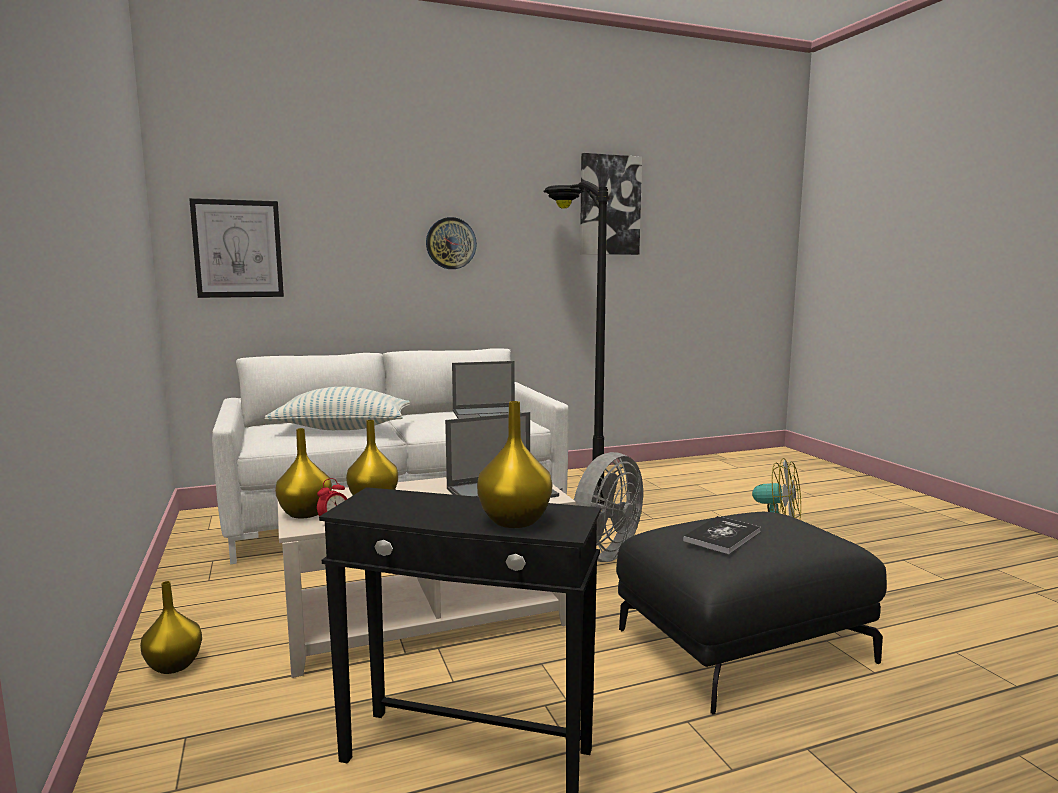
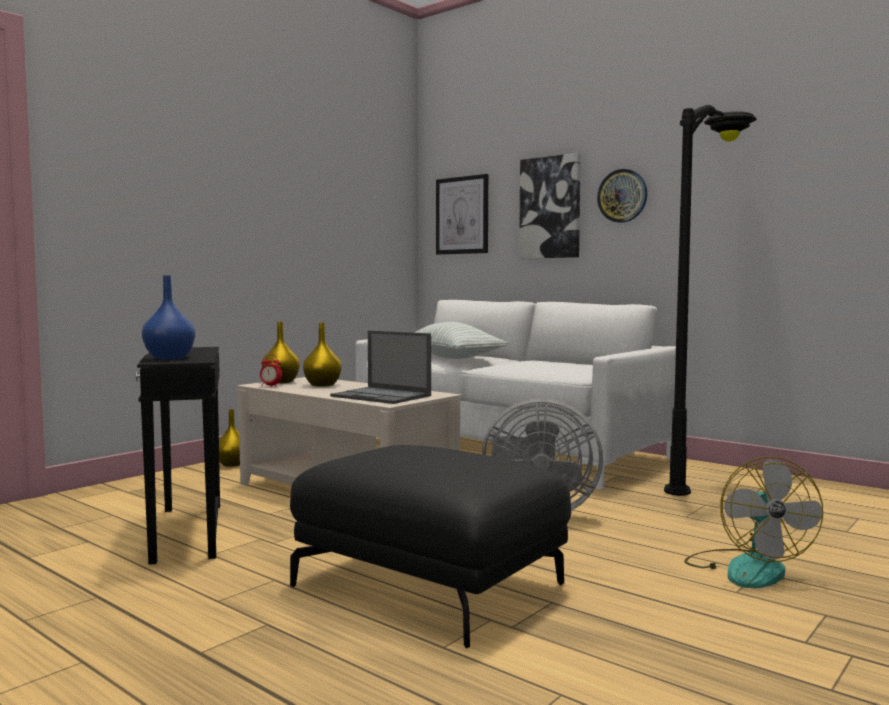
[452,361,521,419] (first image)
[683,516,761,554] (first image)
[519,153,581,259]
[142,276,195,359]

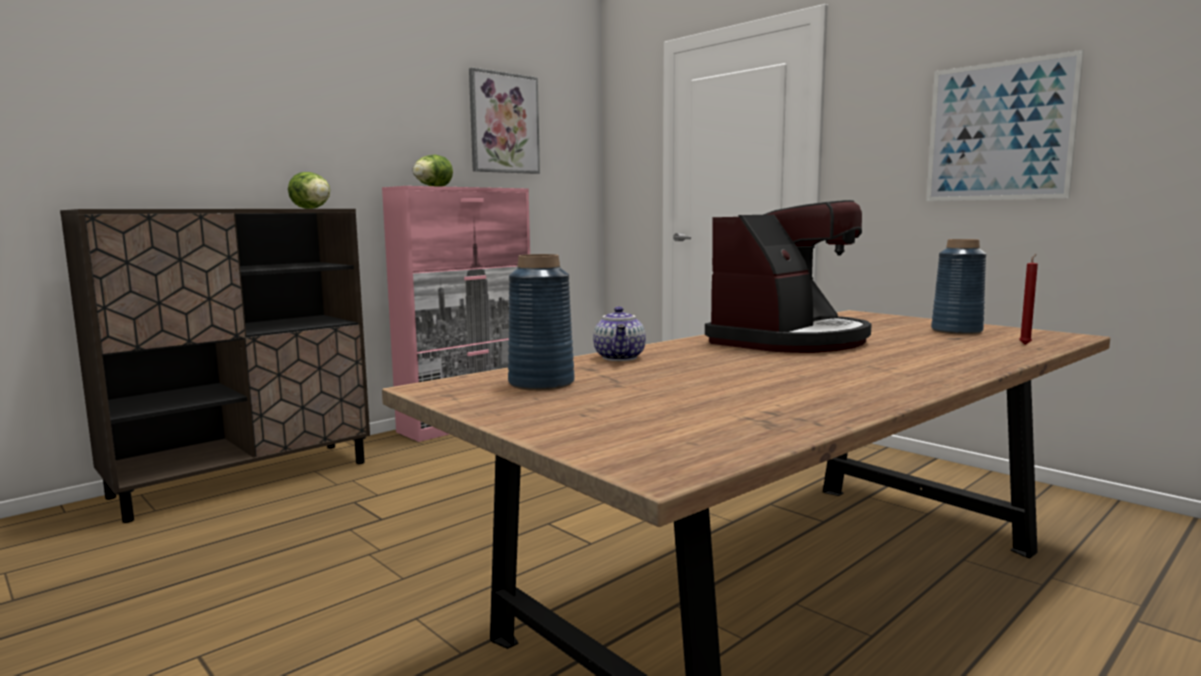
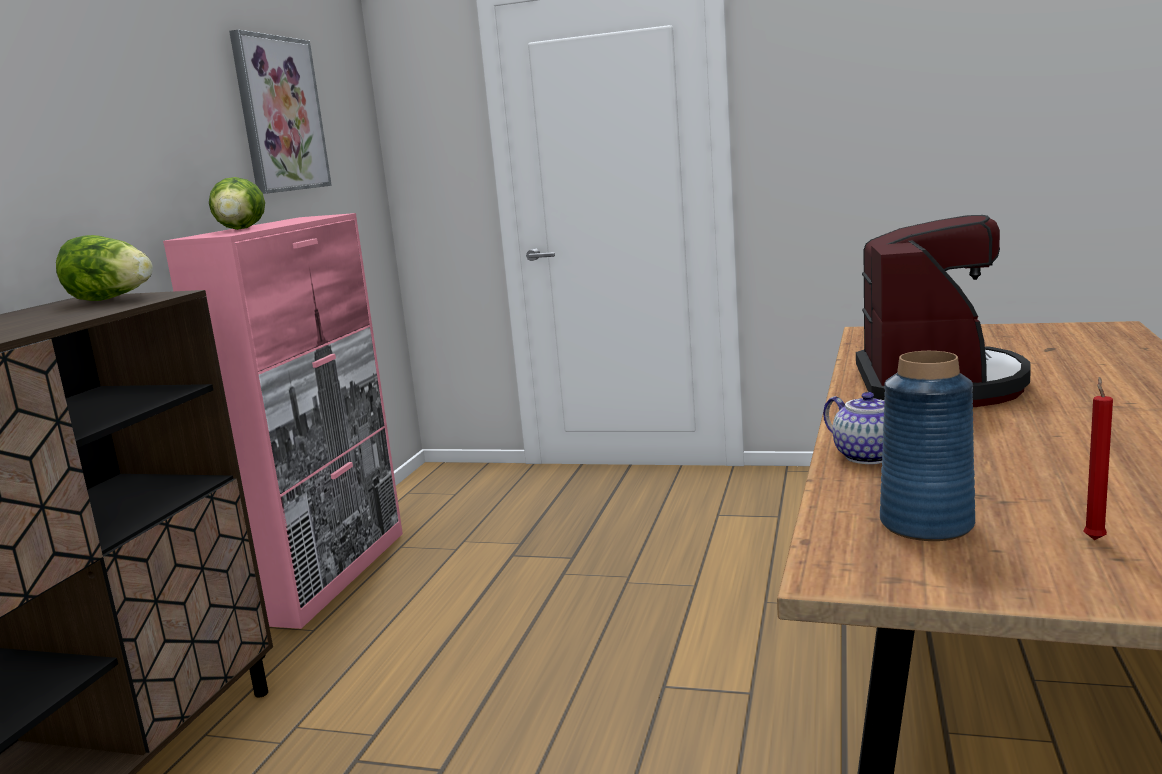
[926,50,1084,201] (first image)
[931,239,986,335] (first image)
[1084,377,1113,540]

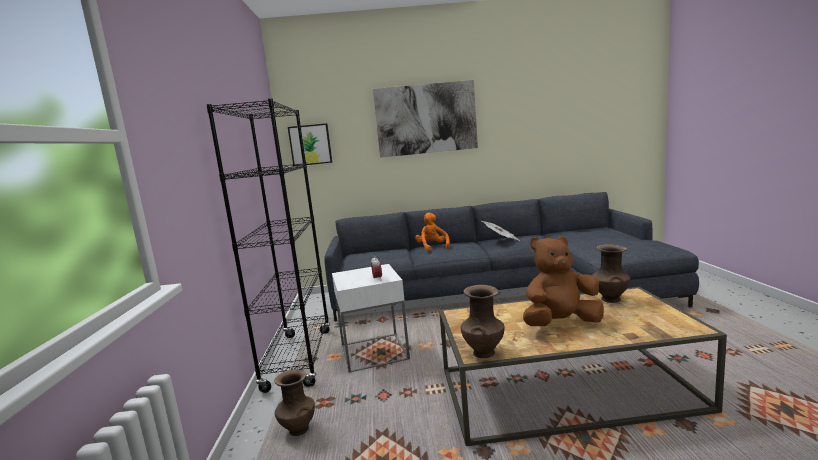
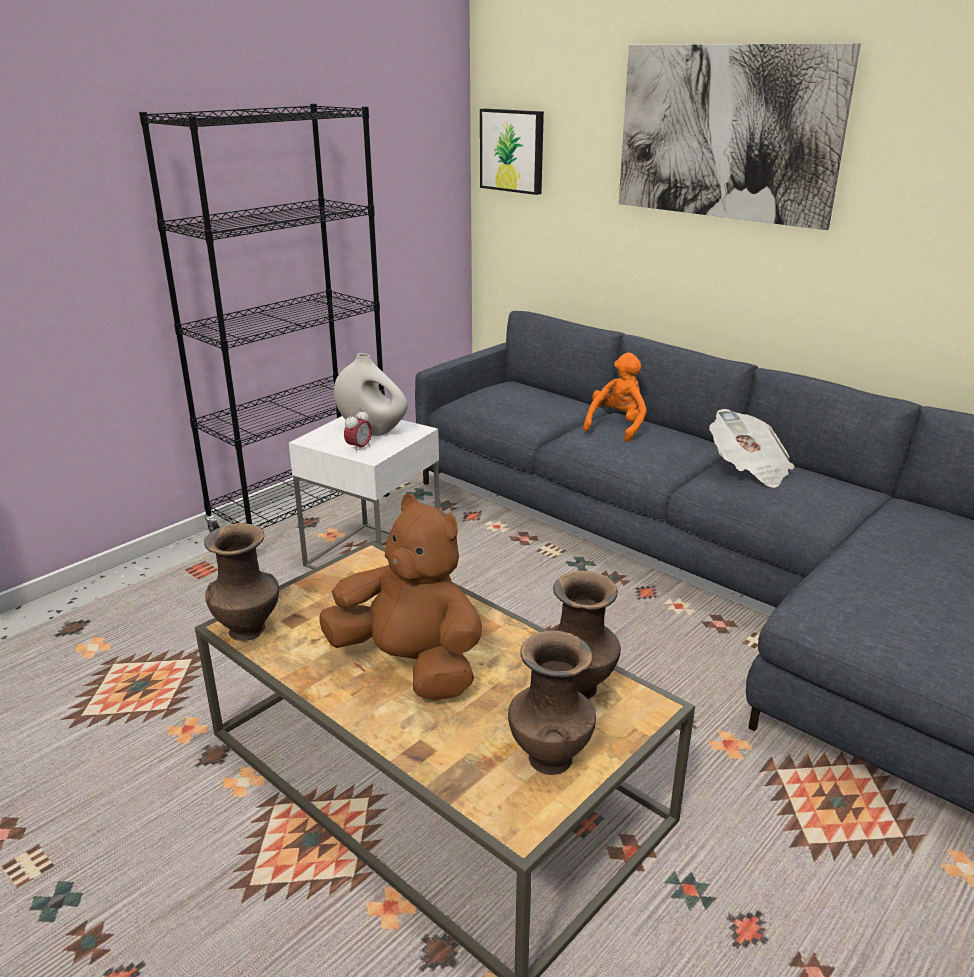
[334,353,408,436]
[508,630,596,775]

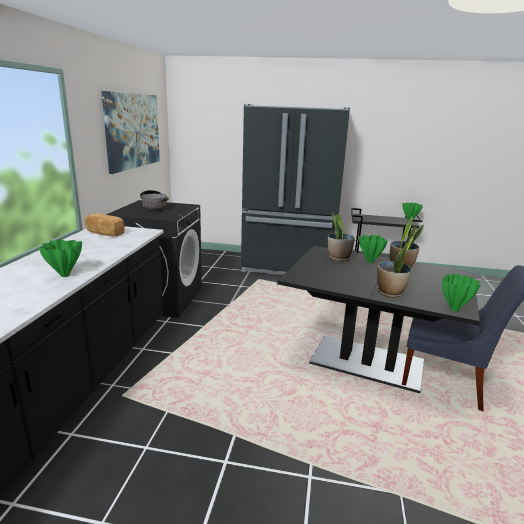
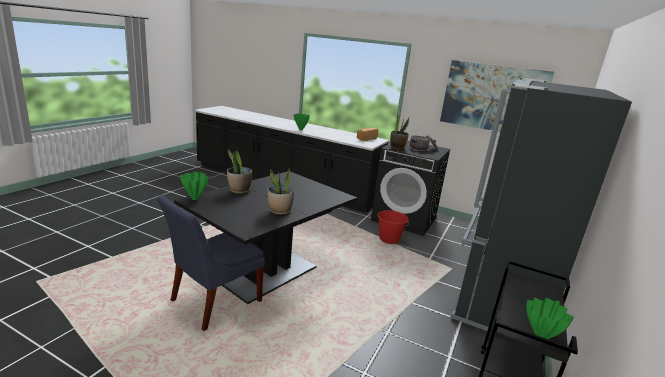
[359,235,388,263] (first image)
[377,210,409,244]
[390,114,409,150]

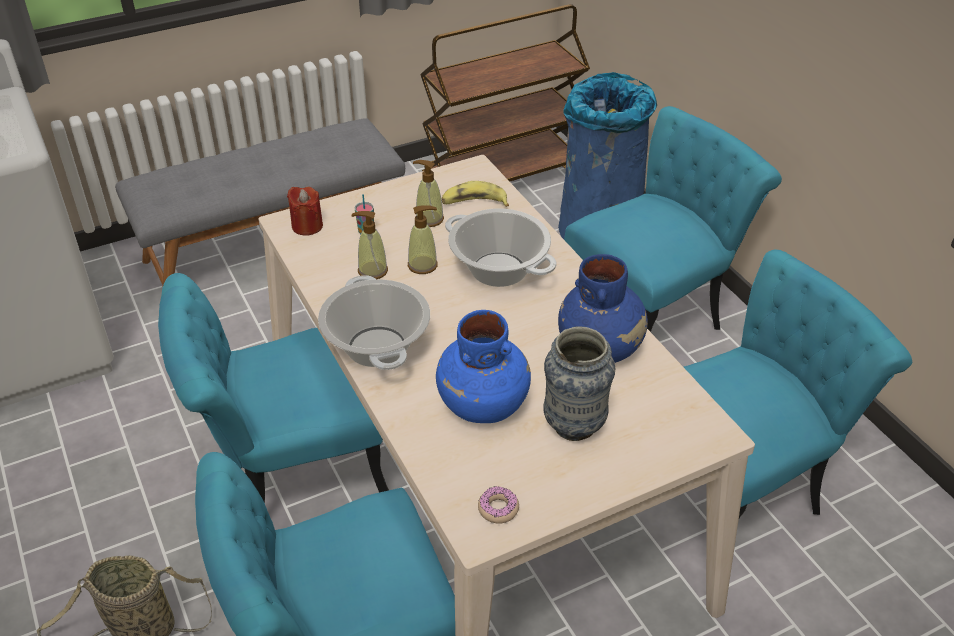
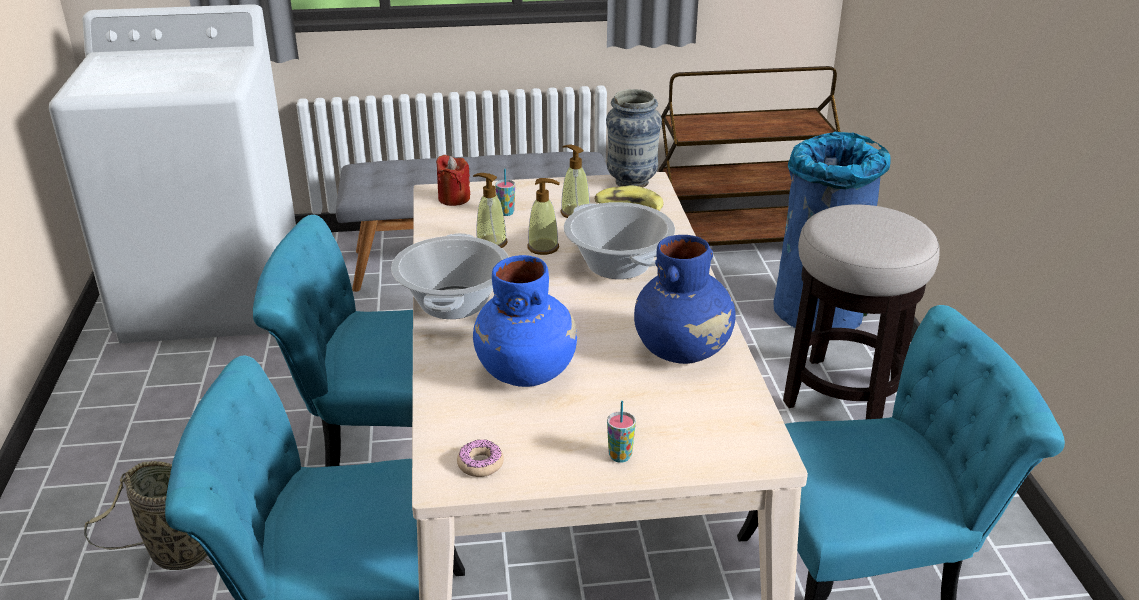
[607,401,636,463]
[606,89,662,187]
[783,205,939,419]

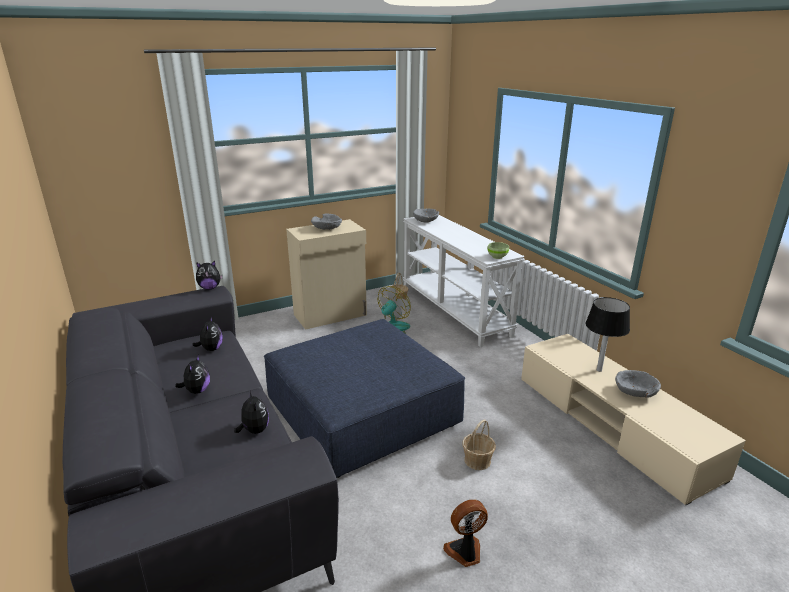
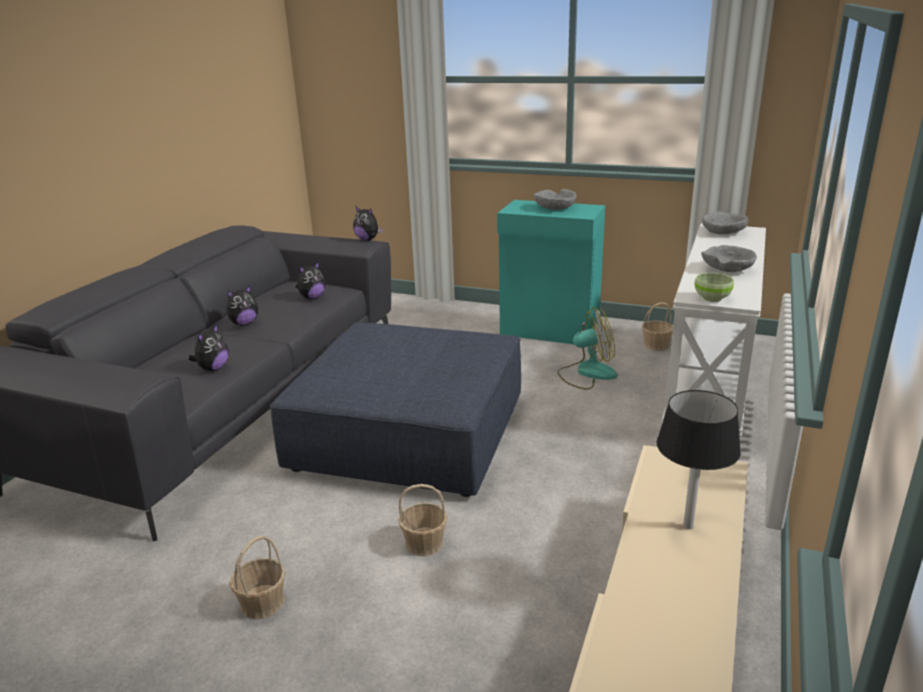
[701,245,757,272]
[230,536,285,619]
[497,200,605,345]

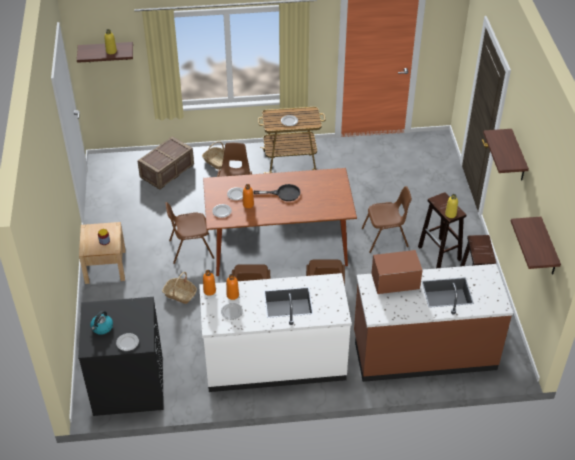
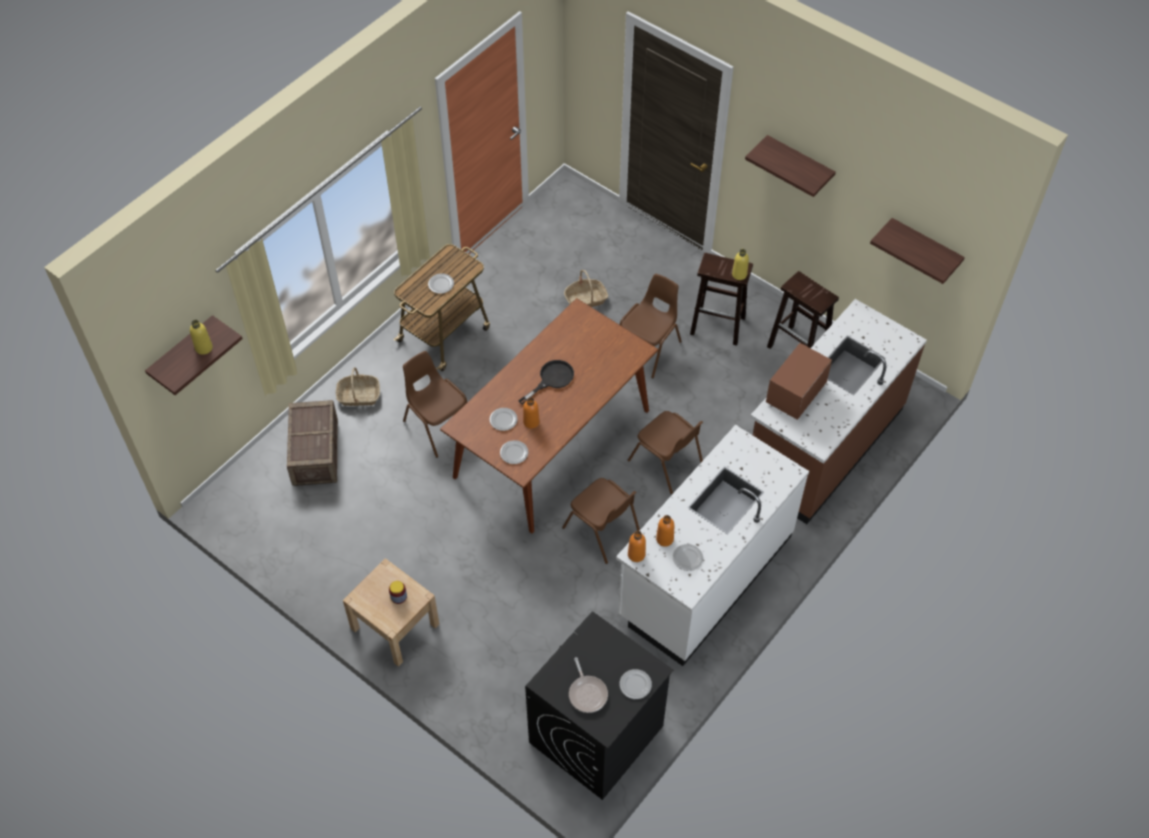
[165,202,214,264] (first image)
[564,270,608,307]
[569,657,608,713]

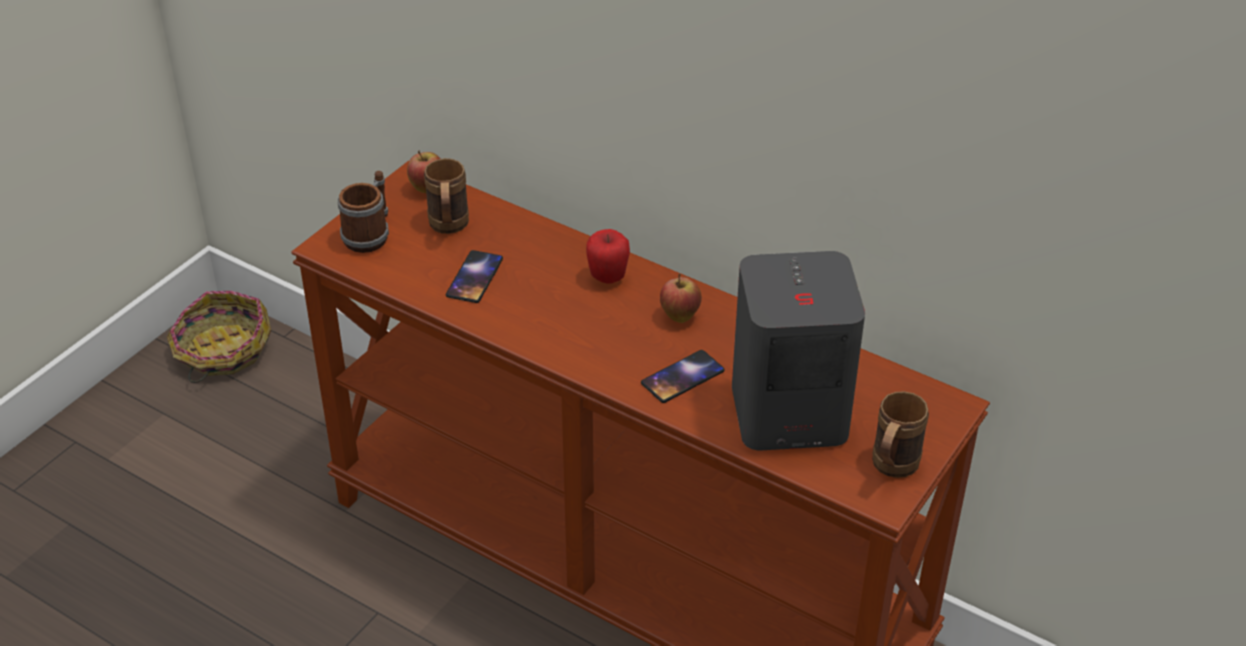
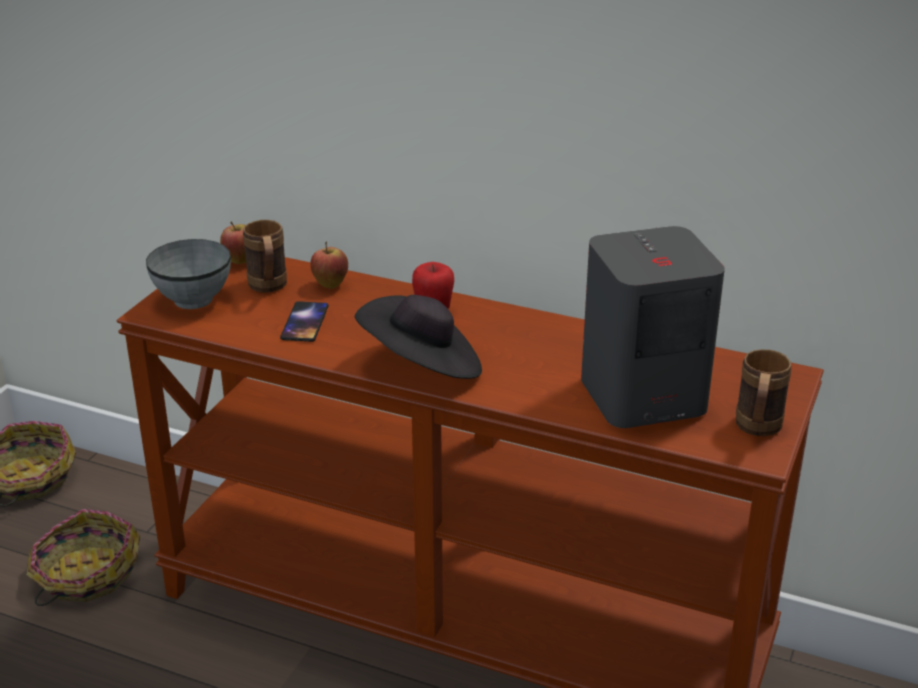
[641,350,725,403] (first image)
[26,509,140,606]
[355,295,482,379]
[310,241,348,289]
[146,239,231,309]

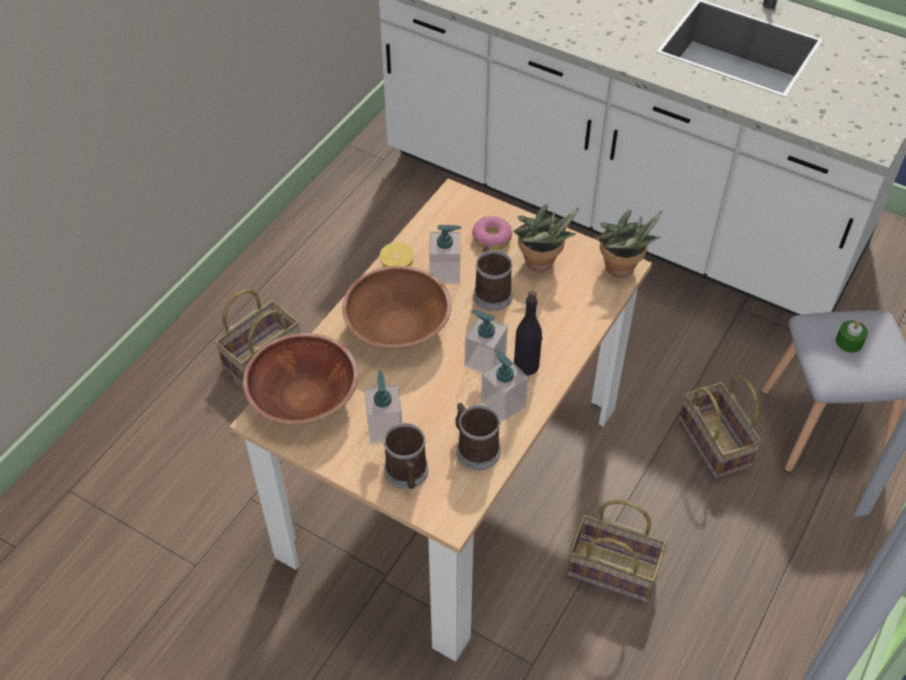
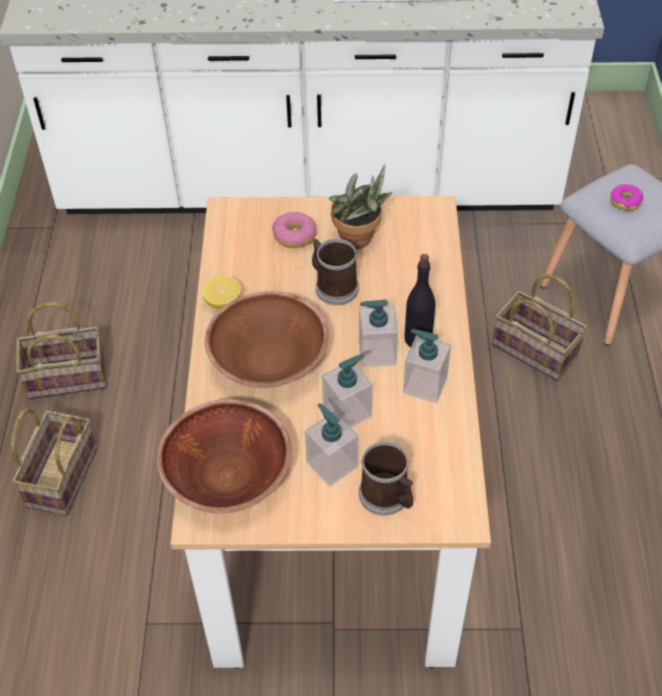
[455,403,501,470] (first image)
[597,209,662,278] (first image)
[322,354,373,427]
[16,302,107,399]
[610,184,643,211]

